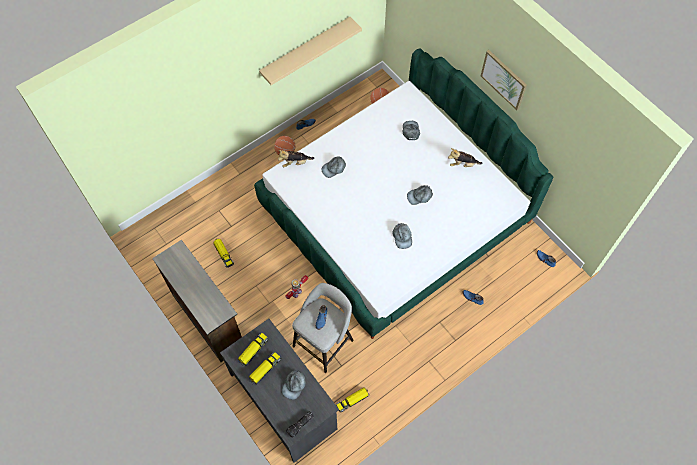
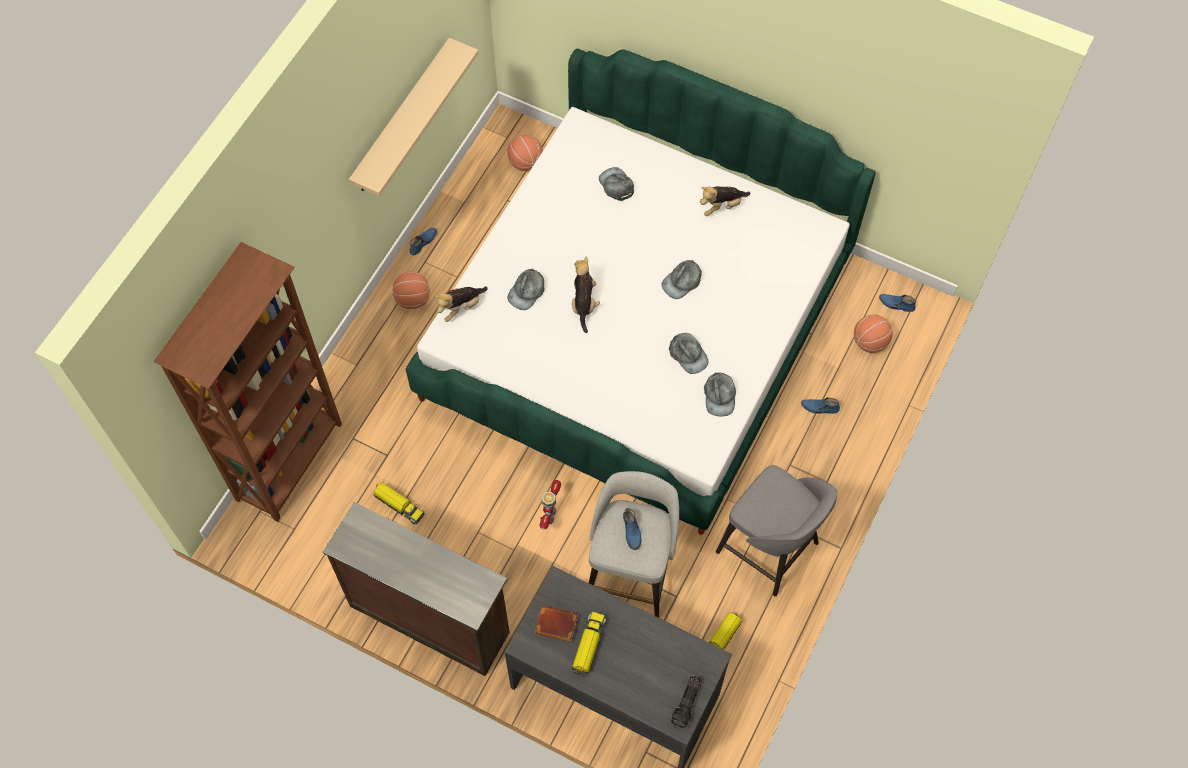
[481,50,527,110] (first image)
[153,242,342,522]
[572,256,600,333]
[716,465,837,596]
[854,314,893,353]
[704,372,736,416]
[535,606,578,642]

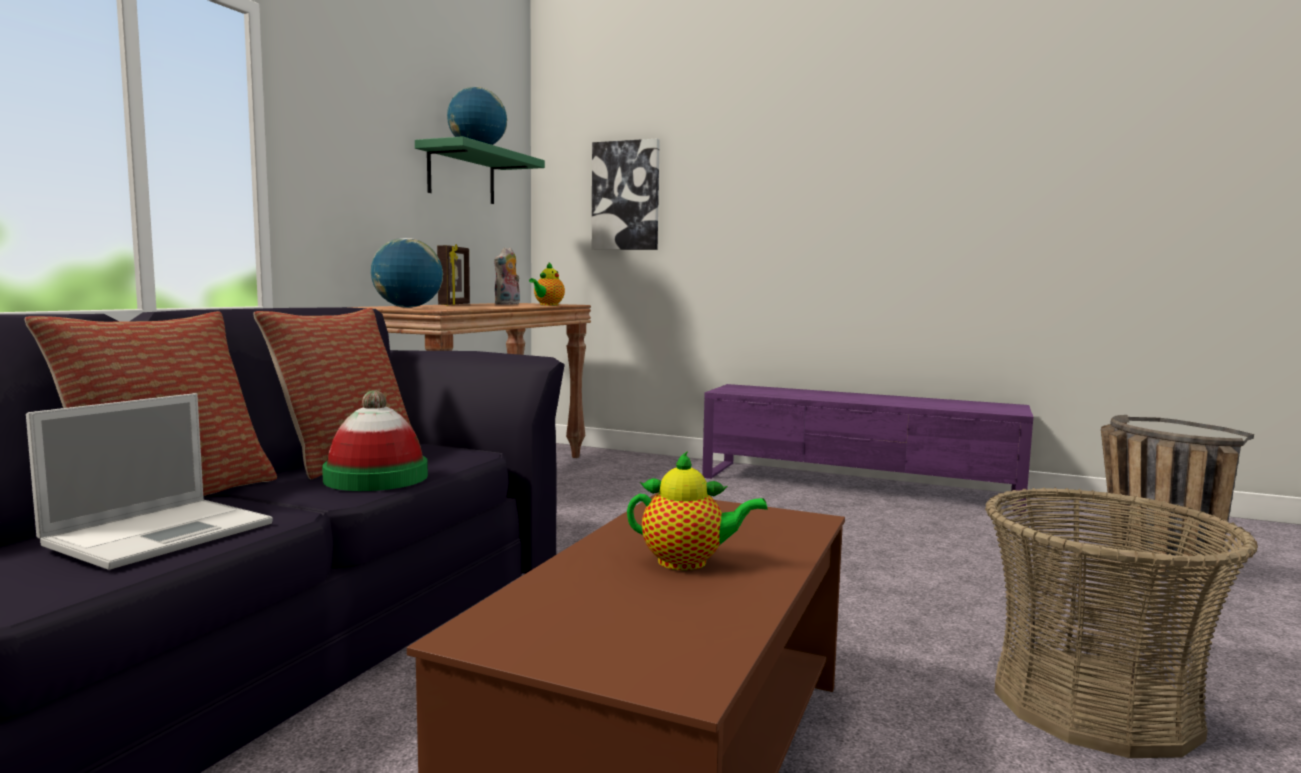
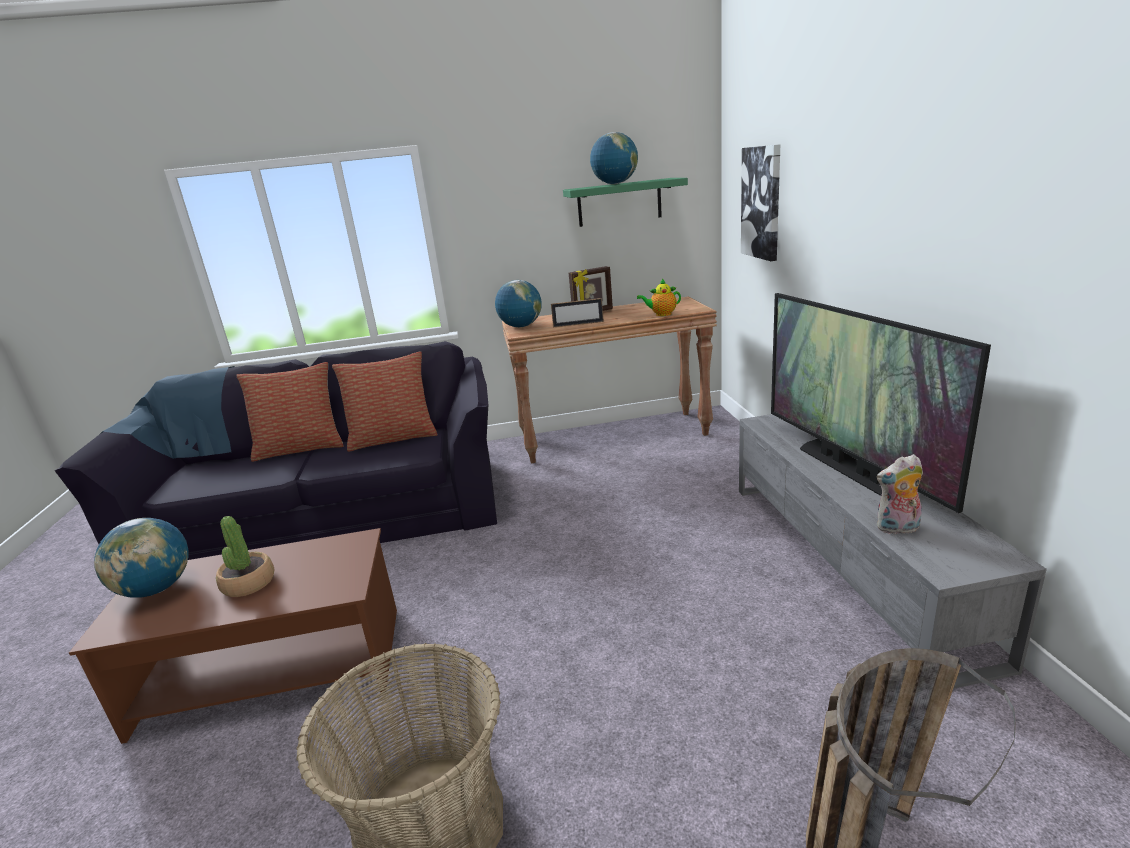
[26,393,273,570] (first image)
[322,390,428,491] (first image)
[94,518,188,598]
[551,298,604,328]
[771,293,991,513]
[877,454,923,535]
[216,516,274,597]
[739,414,1047,689]

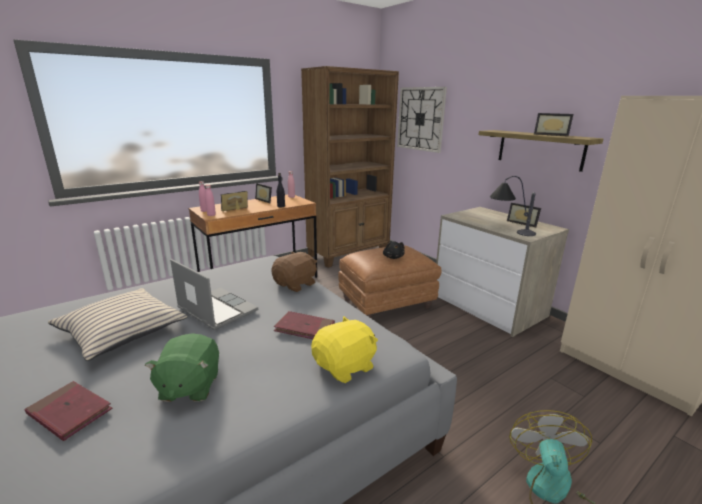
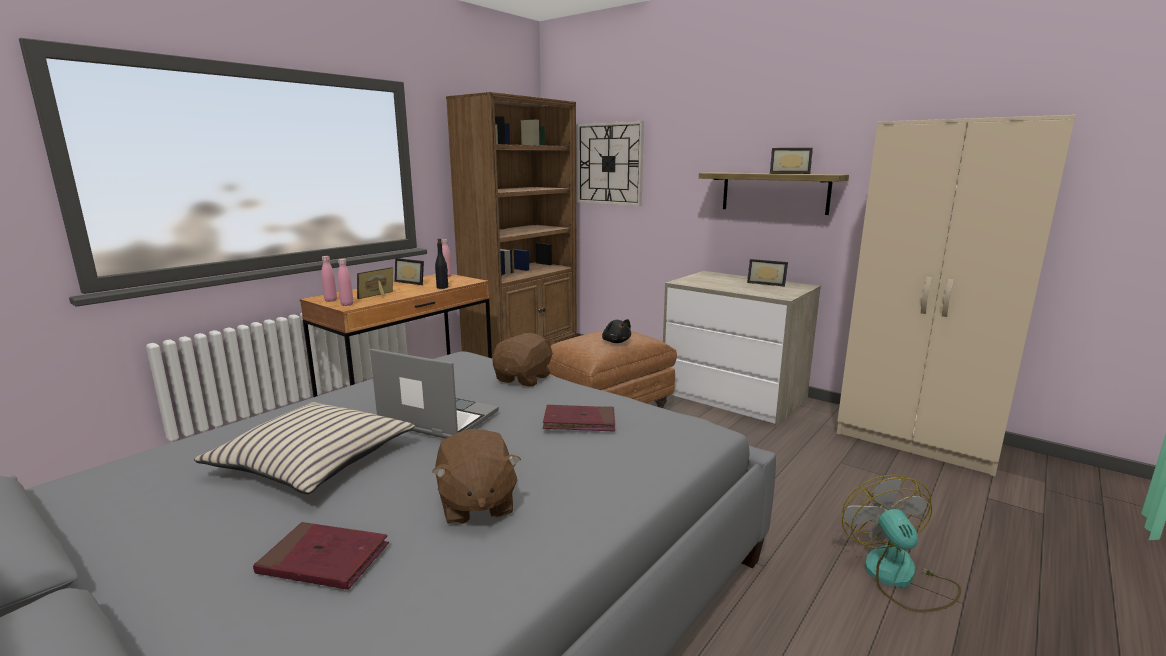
[311,316,378,383] (first image)
[490,176,536,236] (first image)
[432,429,521,525]

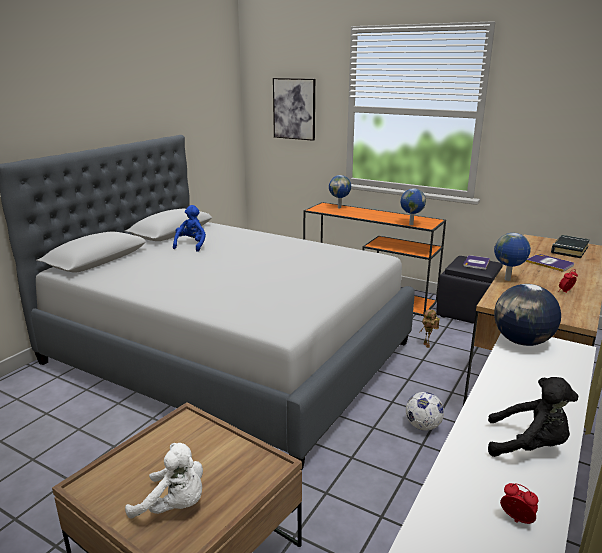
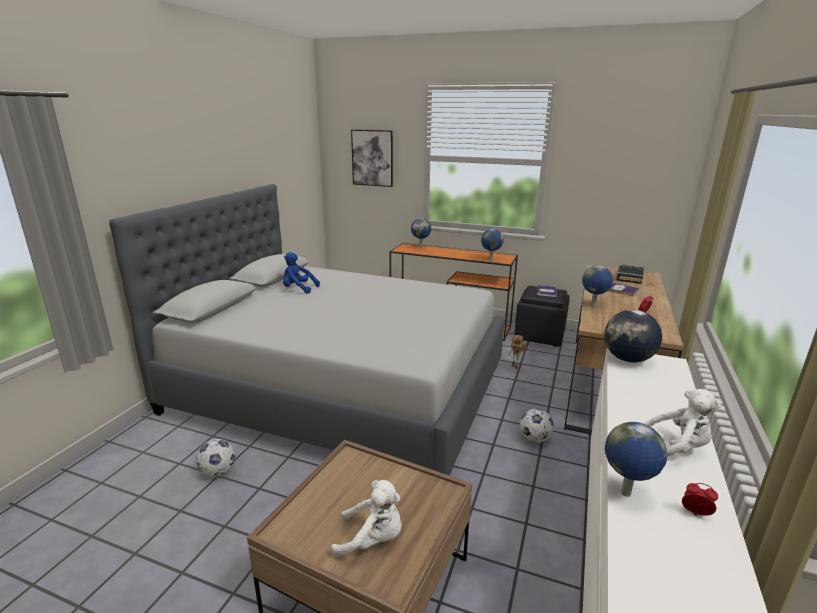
[196,439,235,477]
[605,422,667,497]
[643,389,721,456]
[283,252,320,293]

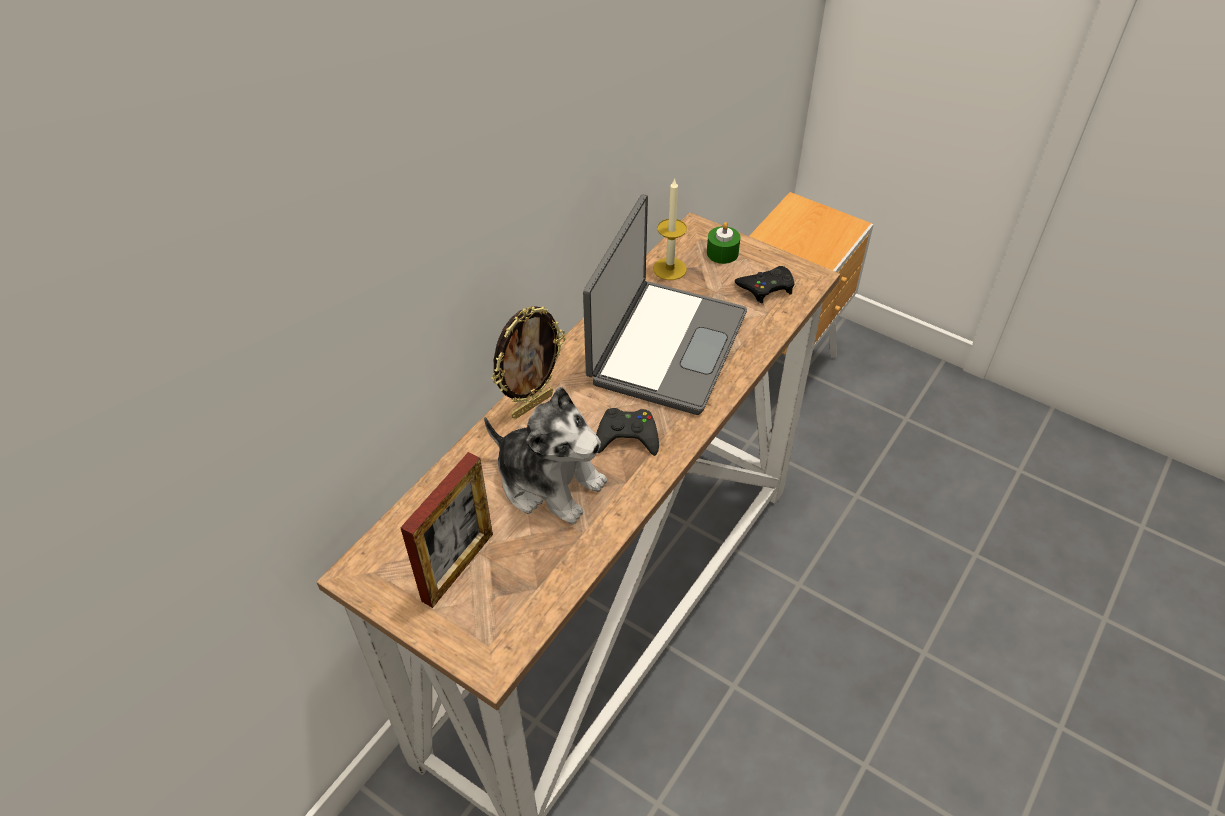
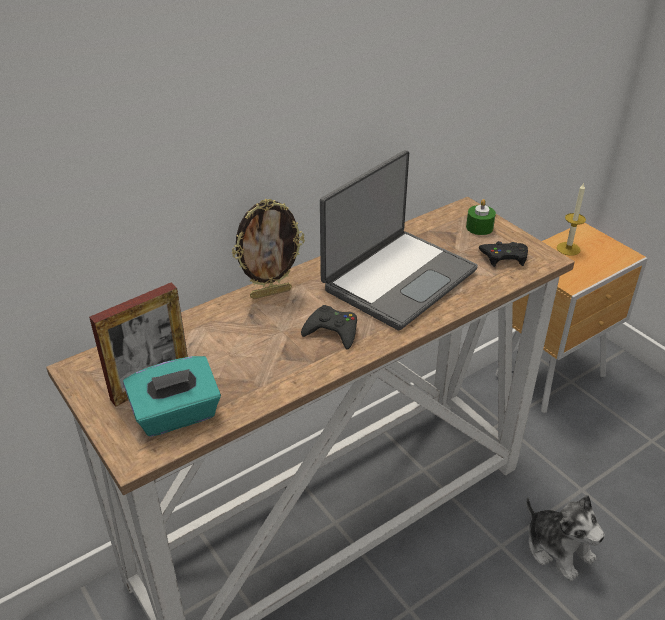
[123,356,221,437]
[526,495,605,581]
[557,183,586,256]

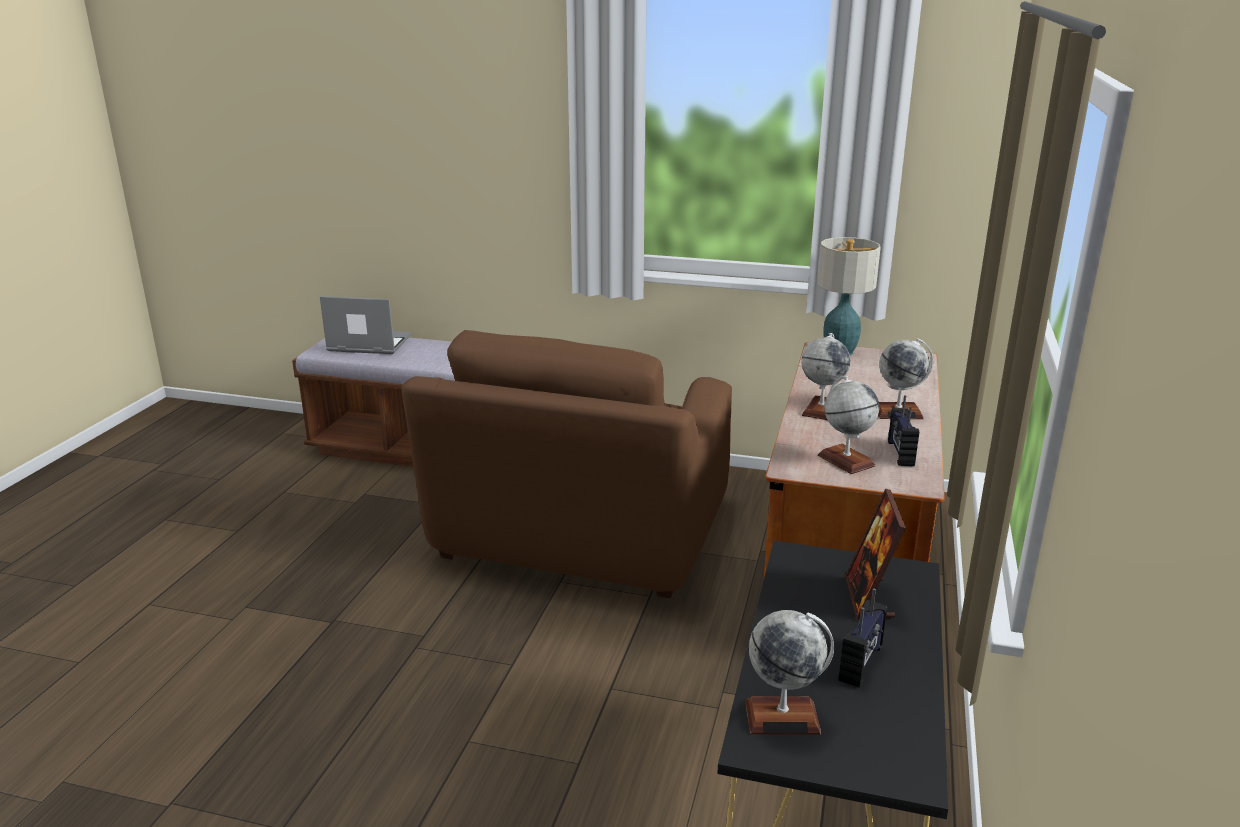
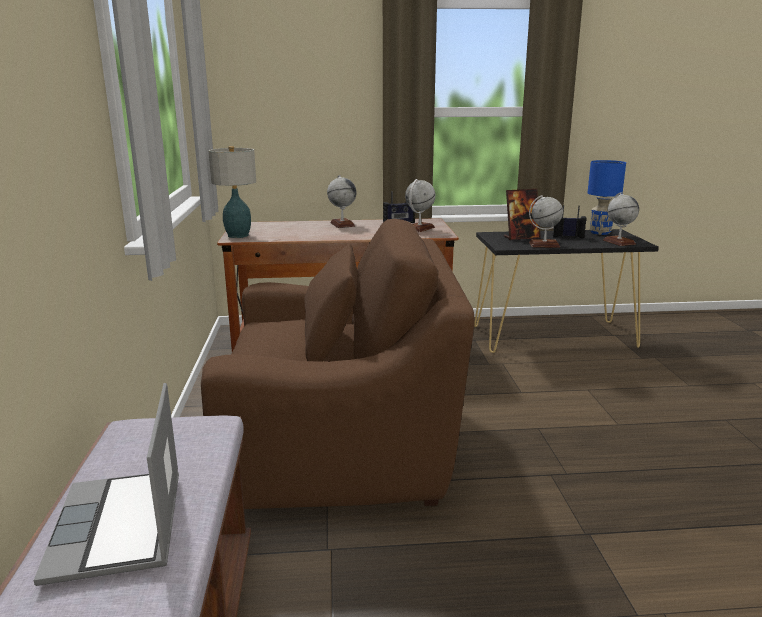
[588,160,626,235]
[529,195,563,248]

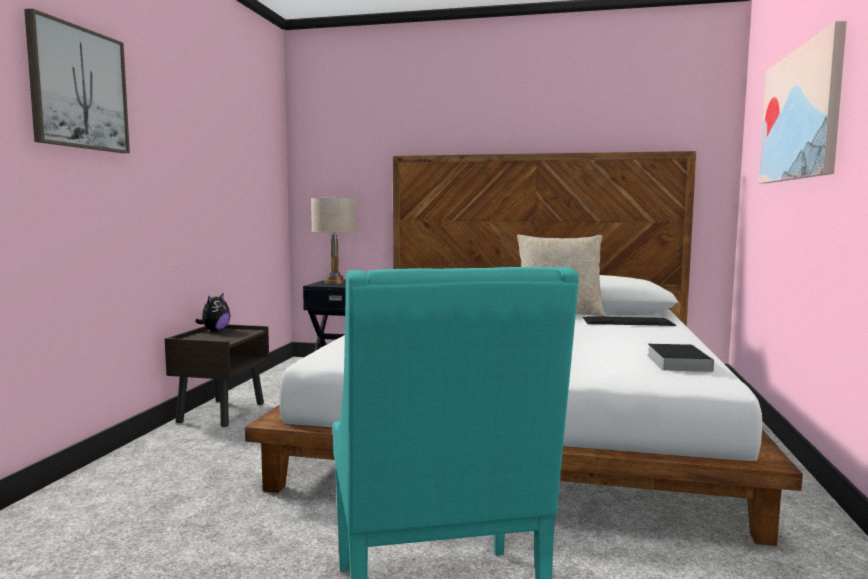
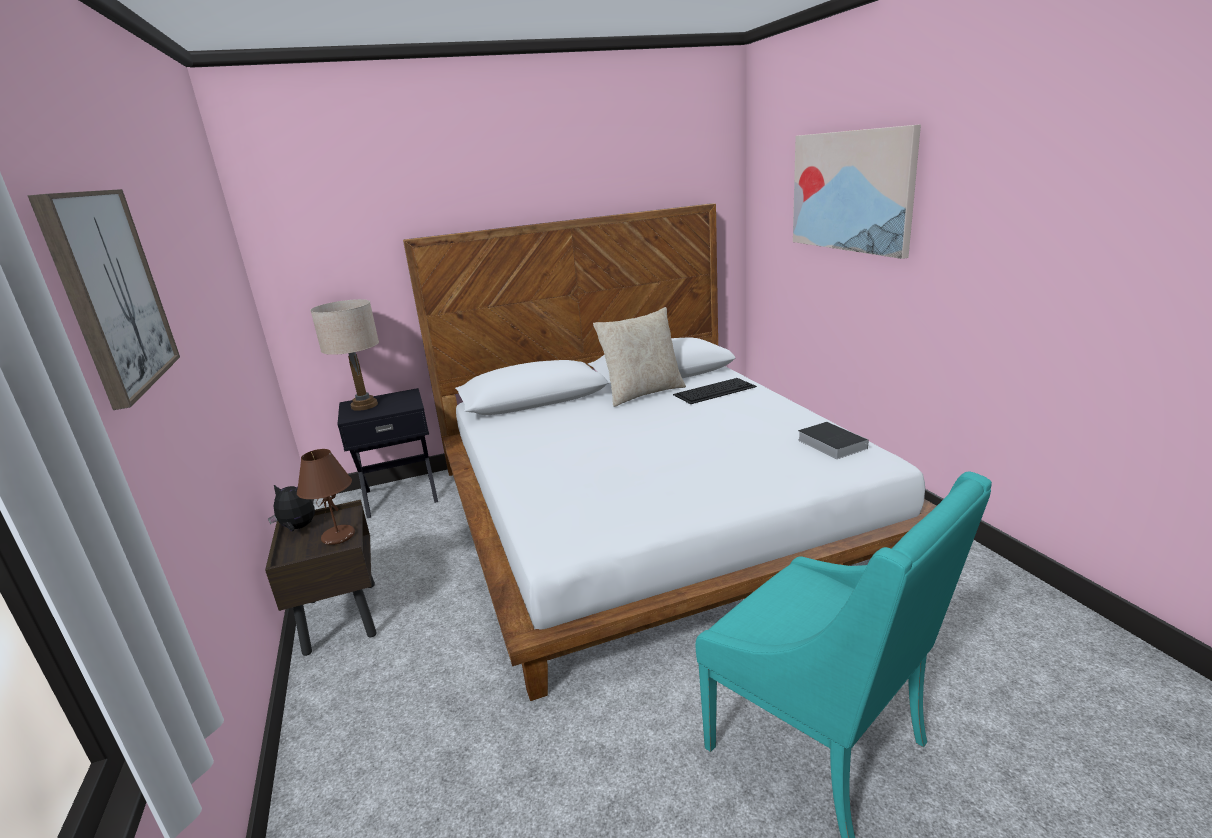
[297,449,355,545]
[268,485,315,531]

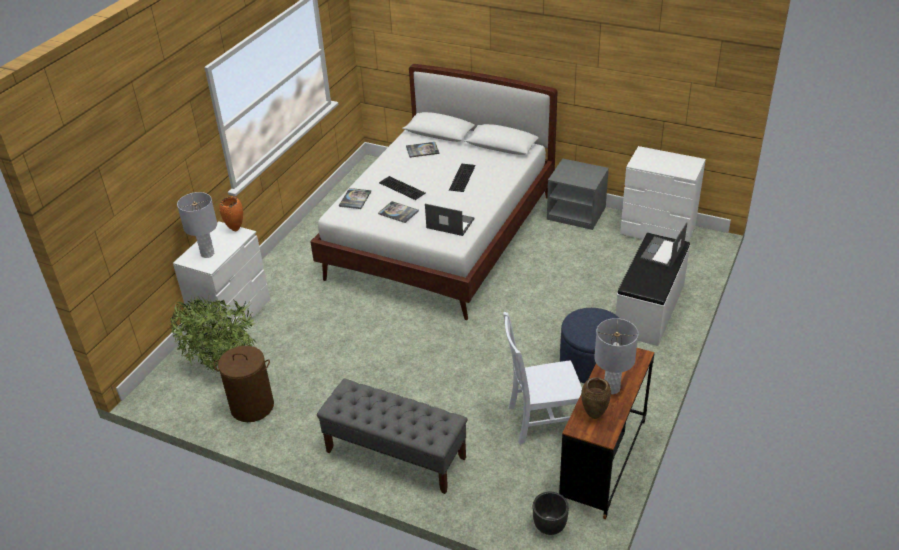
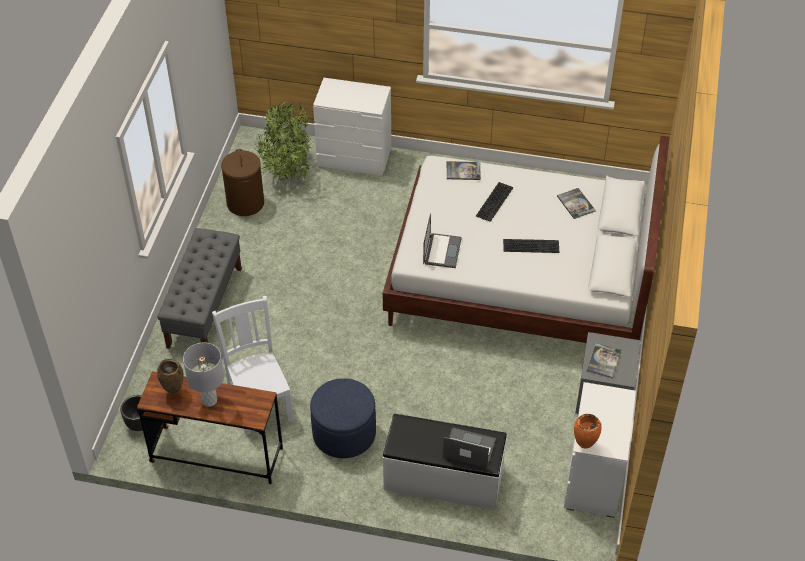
[177,192,217,258] (first image)
[574,414,602,449]
[587,343,622,379]

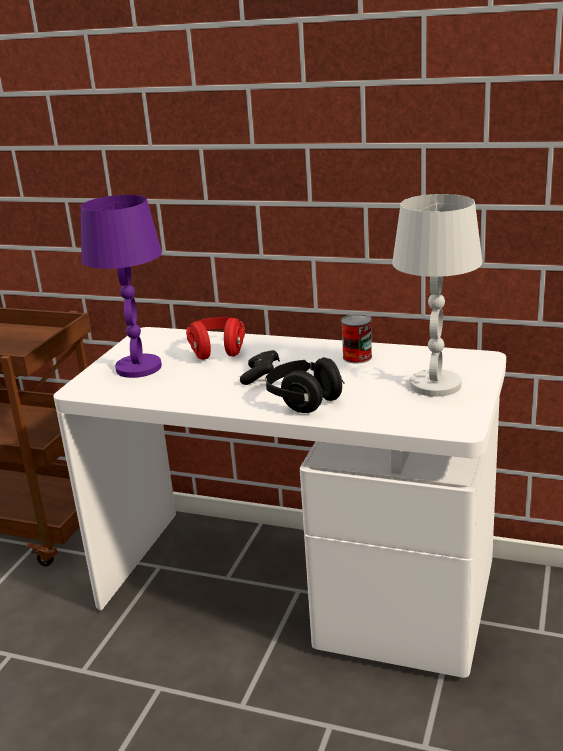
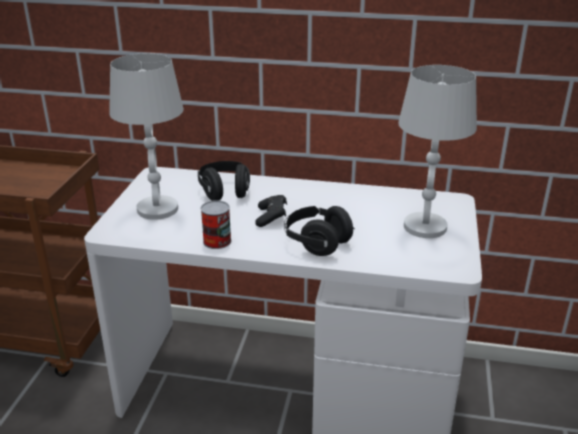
[201,200,231,249]
[109,53,184,220]
[198,161,250,201]

